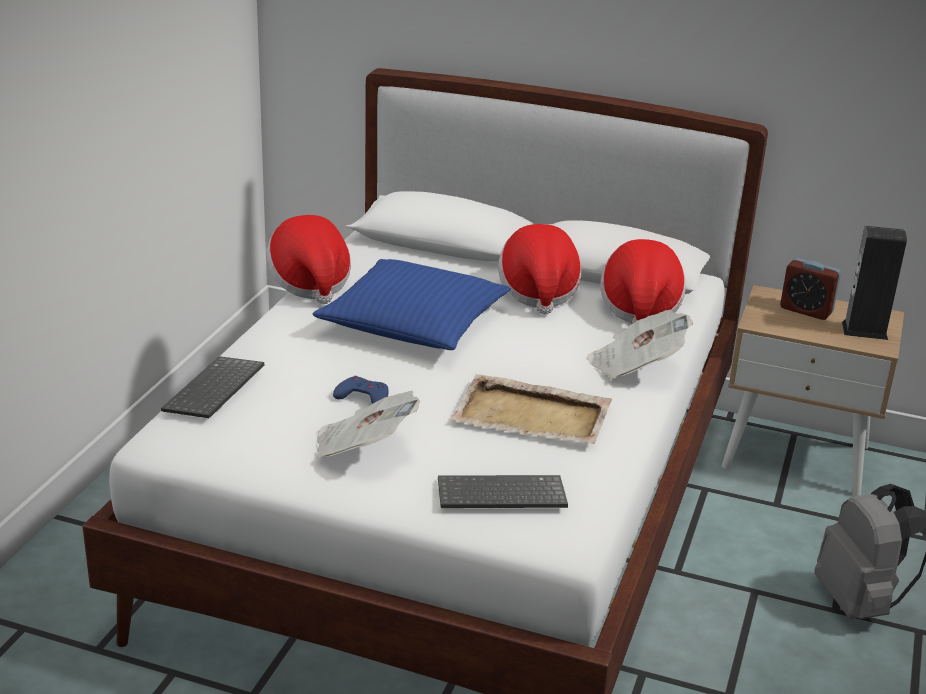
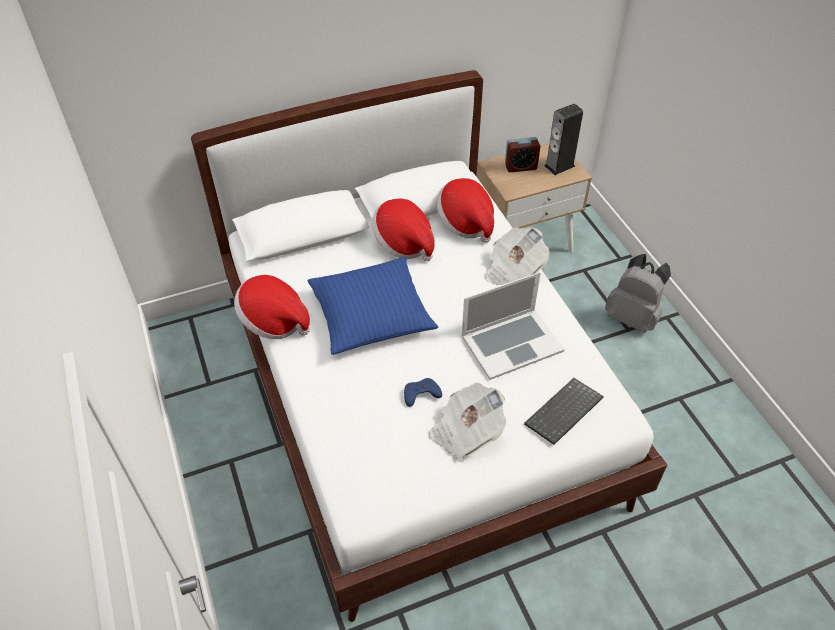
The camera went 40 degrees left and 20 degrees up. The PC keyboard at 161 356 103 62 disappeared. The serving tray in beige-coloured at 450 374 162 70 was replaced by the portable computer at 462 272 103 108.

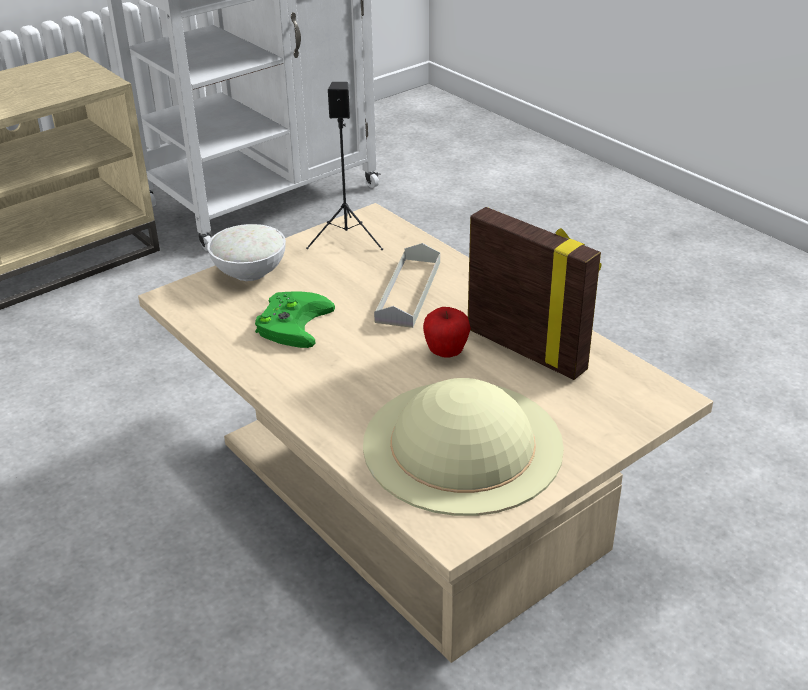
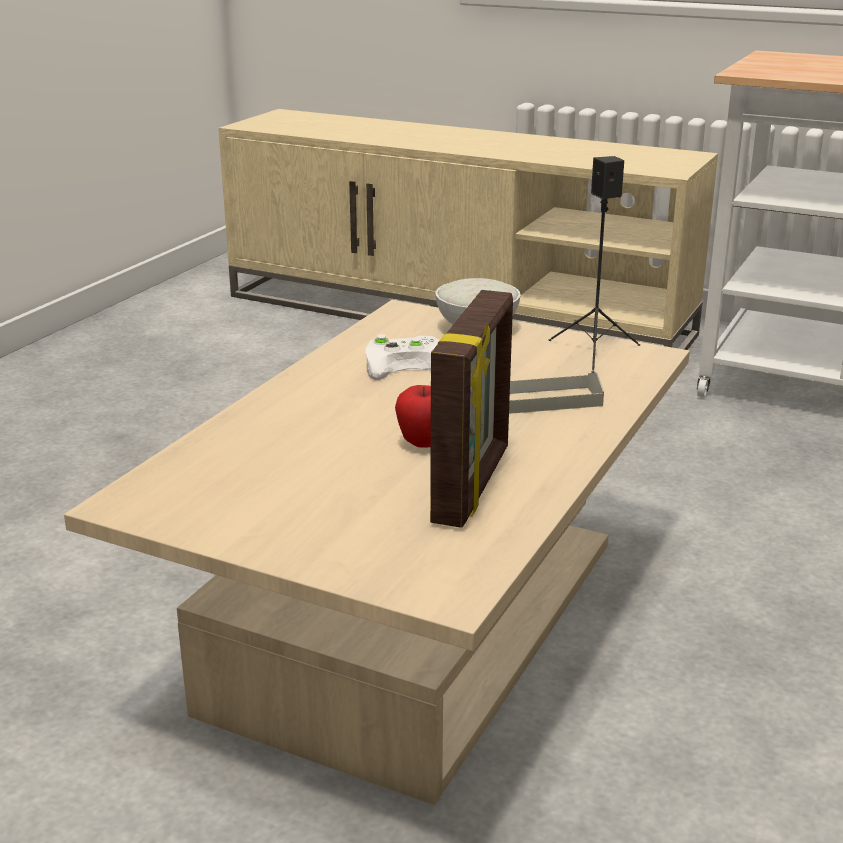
The camera went 65 degrees right and 10 degrees down. The joypad in greenish at 255 291 80 57 became the joypad in white at 365 334 75 46. The wearable hat in beige-coloured at 363 378 201 138 disappeared.

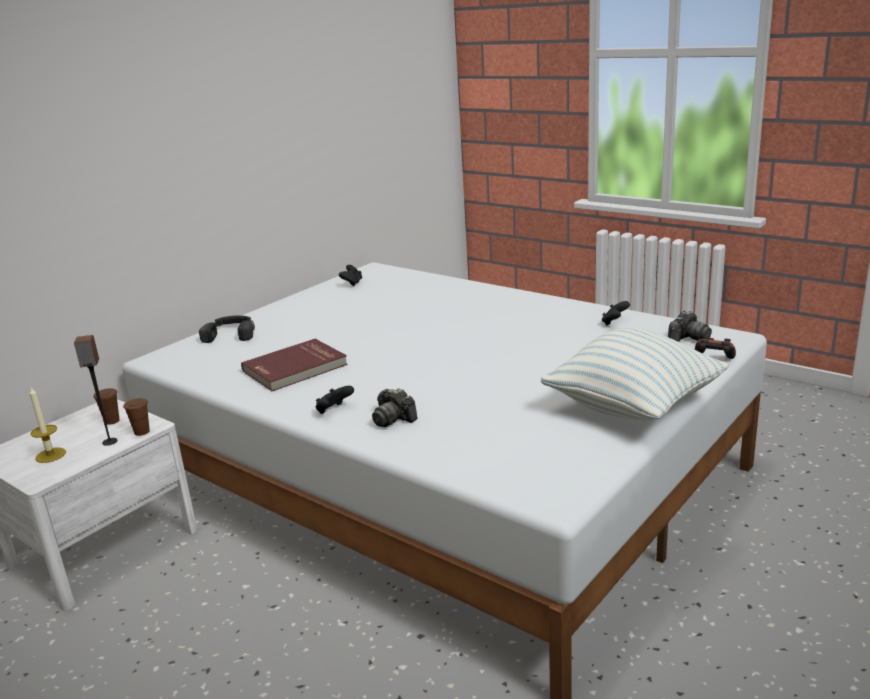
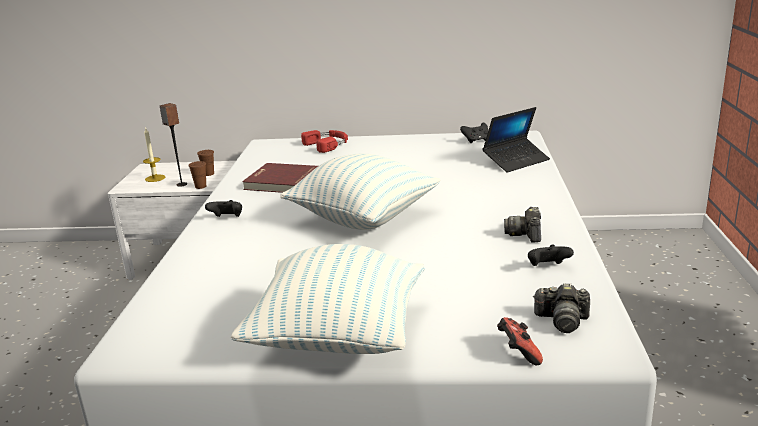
The camera went 55 degrees right and 0 degrees up. The headset in blackish at 199 315 56 28 became the headset in red at 301 130 47 23. The photo camera moved from 372 388 46 39 to 504 207 37 35. The throw pillow at 280 154 160 76 appeared. The portable computer at 483 107 67 65 appeared.

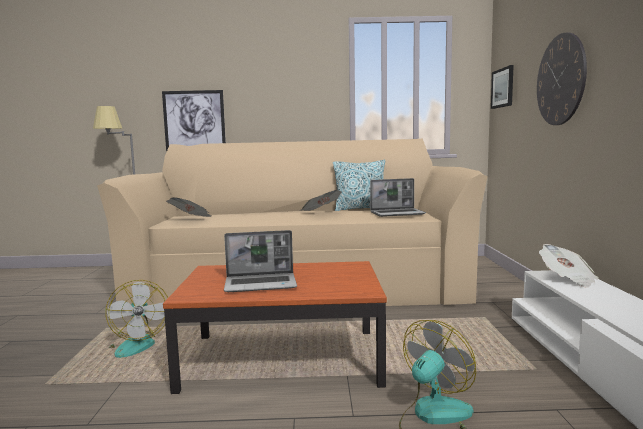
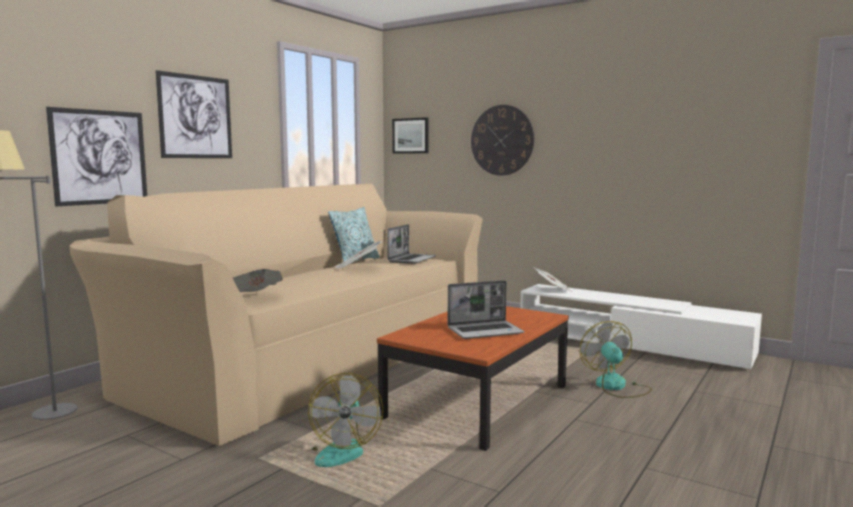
The camera went 55 degrees left and 0 degrees up. The fan at 105 280 63 78 turned 75 degrees clockwise. The portable computer at 224 230 73 62 turned 45 degrees clockwise. The wall picture at 156 70 76 88 appeared.

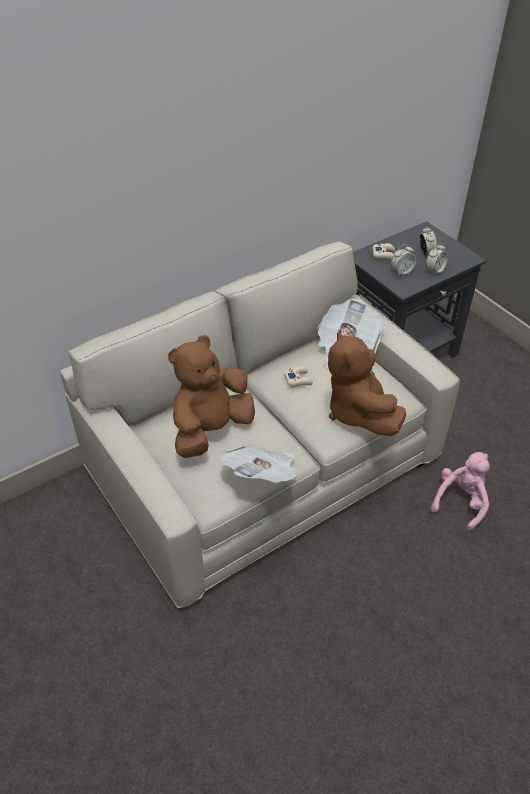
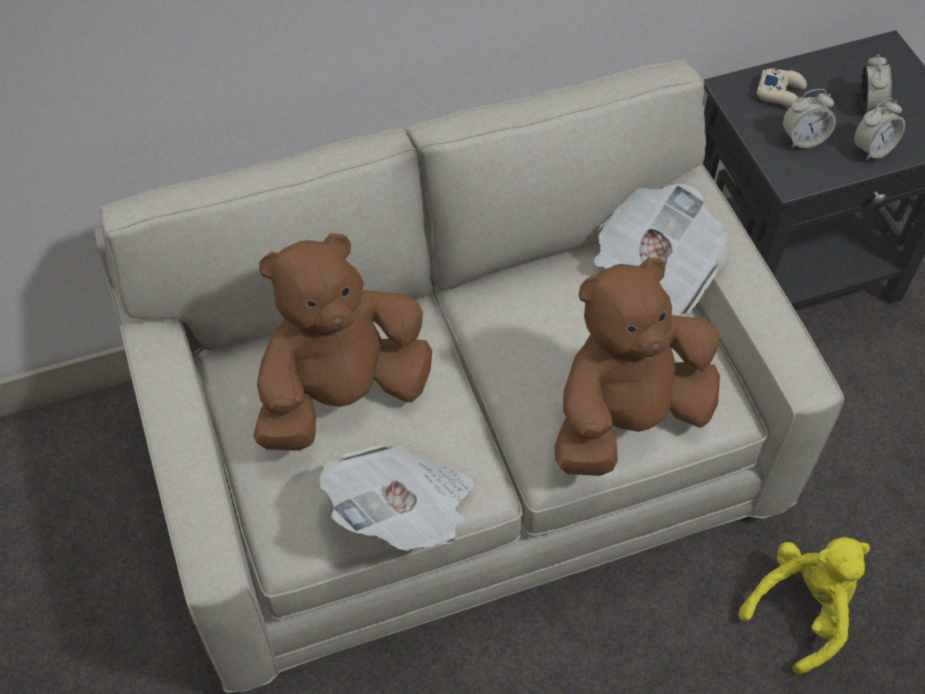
The camera went 15 degrees right and 10 degrees up. The joypad in beige-coloured at 284 366 29 21 disappeared. The soft toy in brownish at 328 330 78 106 turned 60 degrees clockwise. The soft toy in pink-coloured at 431 452 59 79 became the soft toy in yellowish at 738 537 132 137.

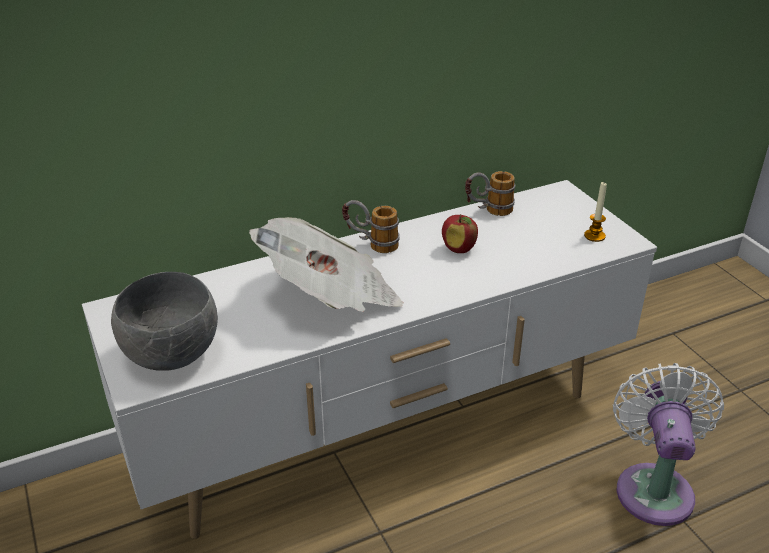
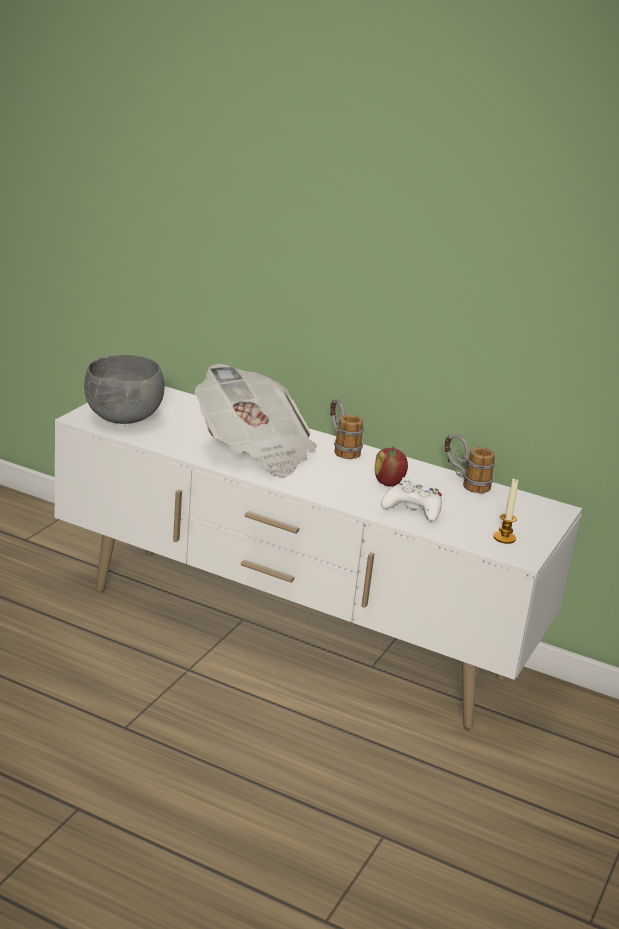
The camera went 50 degrees right and 10 degrees down. The fan in white at 613 363 111 163 disappeared. The joypad in white at 381 477 61 45 appeared.

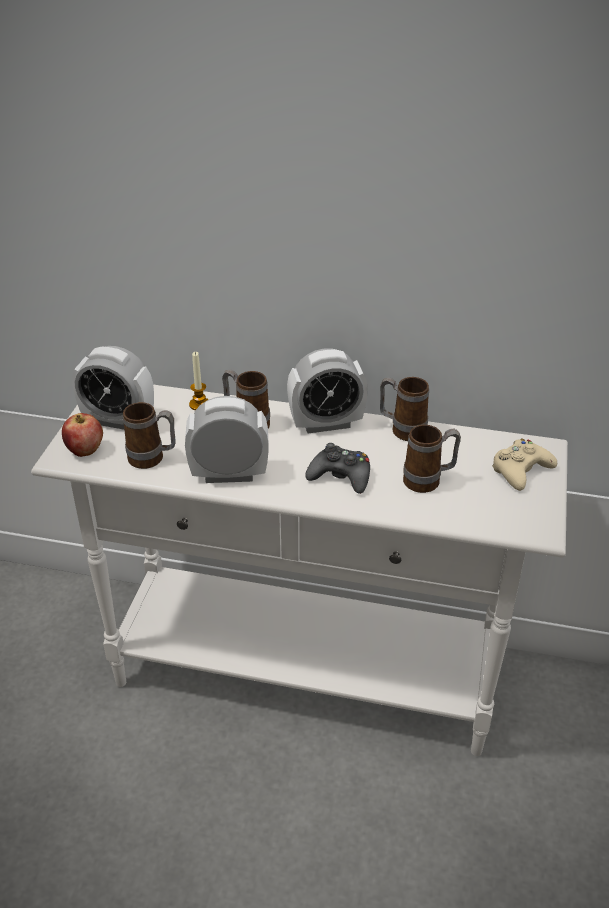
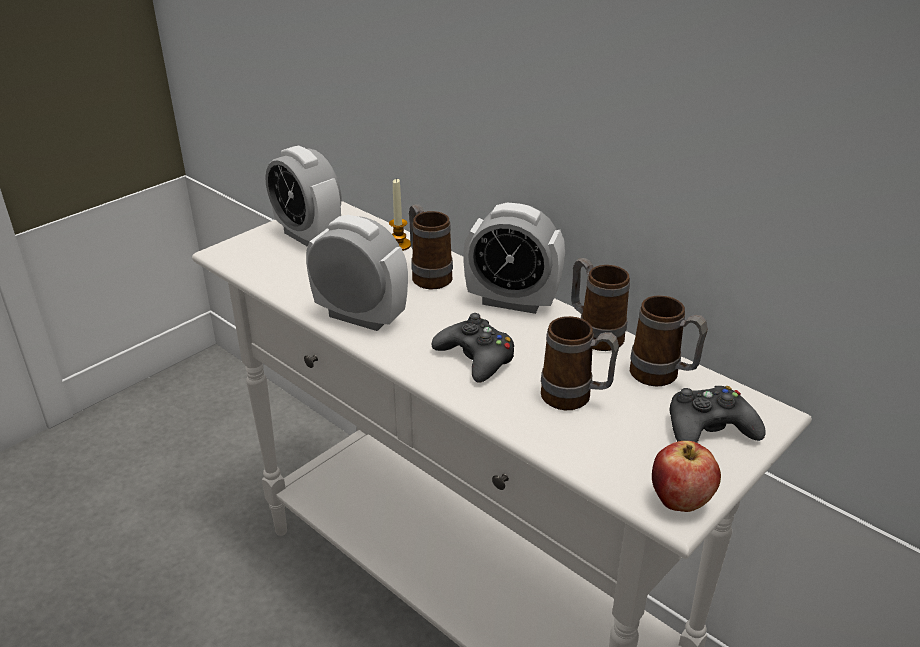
The camera went 30 degrees right and 5 degrees down. The apple moved from 62 413 41 44 to 652 441 69 71. The coffee mug moved from 123 402 53 67 to 630 295 78 92. The joypad in beige-coloured at 492 438 65 53 became the joypad in blackish at 670 386 96 57.

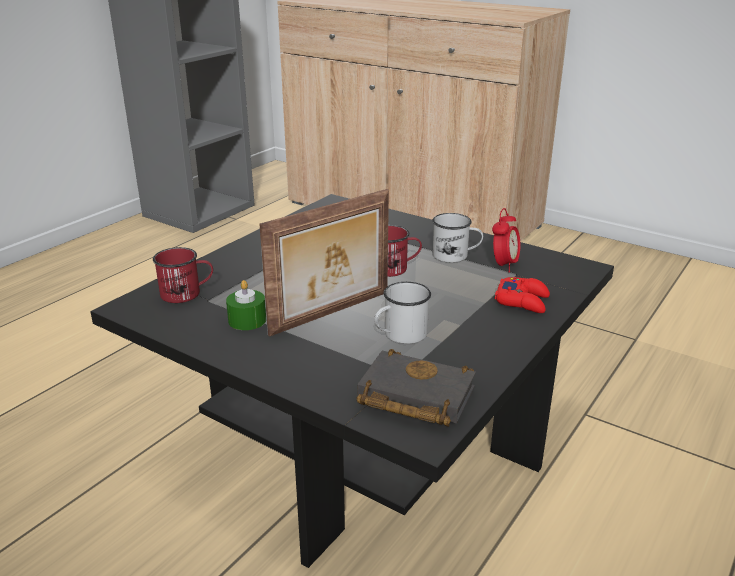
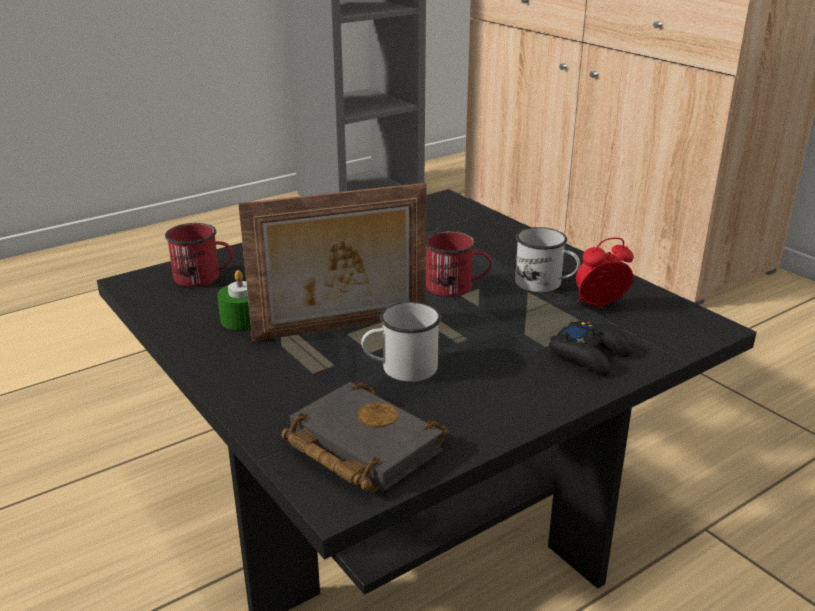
The camera went 20 degrees right and 0 degrees up. The alarm clock at 492 208 28 64 turned 150 degrees counterclockwise. The joypad in red at 495 277 55 36 became the joypad in blackish at 549 321 83 55.

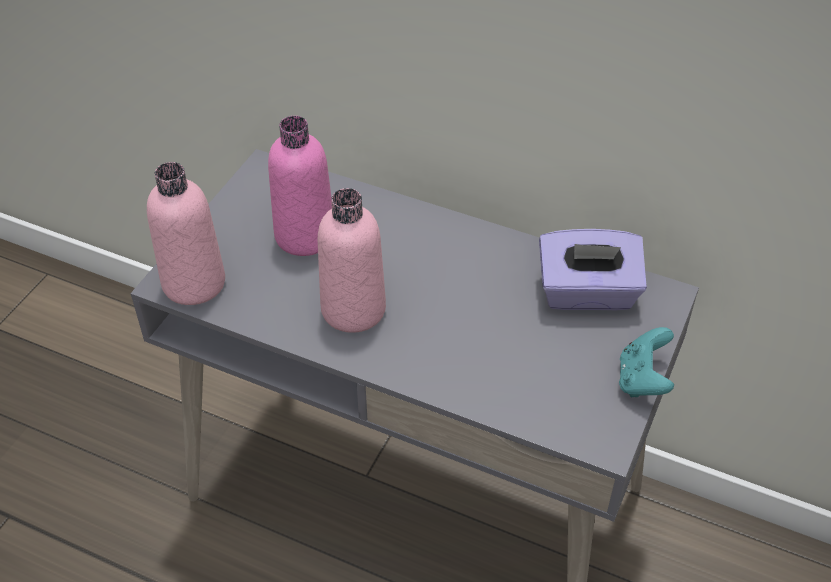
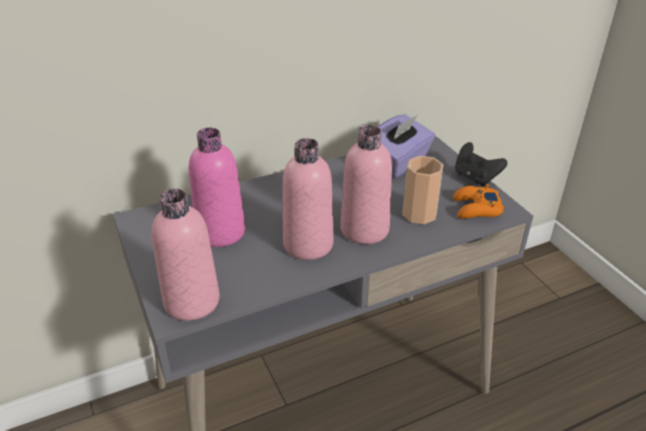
The camera went 50 degrees left and 10 degrees down. The joypad in turquoise-coloured at 619 327 55 70 became the joypad in blackish at 455 142 52 45. The beverage bottle in pink-coloured at 341 125 51 119 appeared. The small cup at 402 156 41 68 appeared. The joypad in orange at 453 184 51 35 appeared.

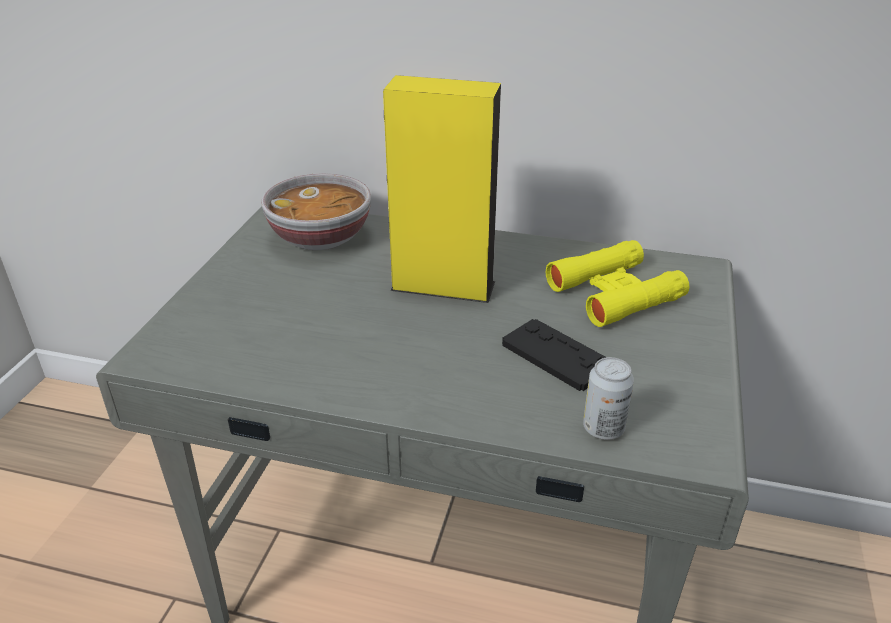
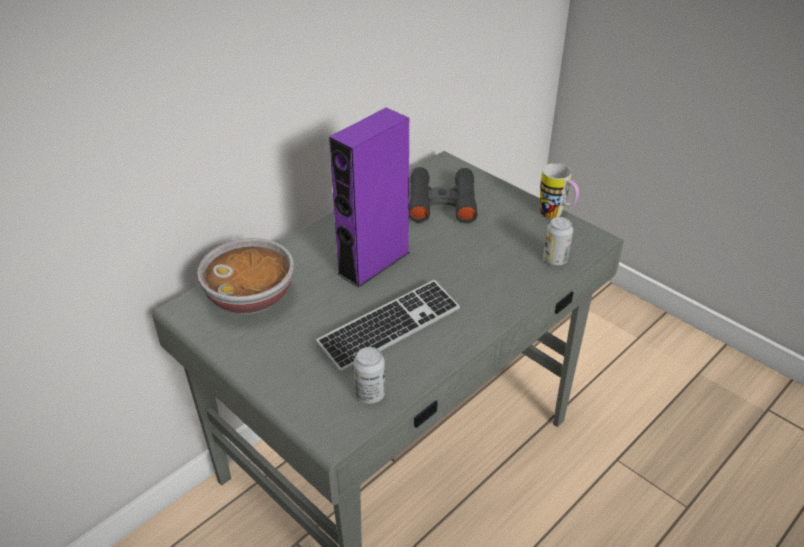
The camera went 60 degrees left and 5 degrees up. The loudspeaker in yellowish at 383 75 118 228 became the loudspeaker in purple at 329 108 81 180. The joypad in blackish at 502 319 105 72 disappeared. The pair of binoculars in yellowish at 546 240 143 87 became the pair of binoculars in blackish at 409 167 69 56. The PC keyboard at 316 280 144 92 appeared. The sealed can at 354 347 31 57 appeared. The coffee mug at 540 163 39 56 appeared.

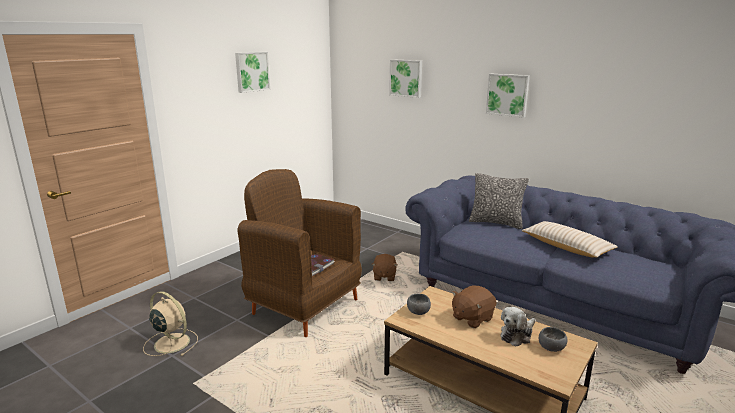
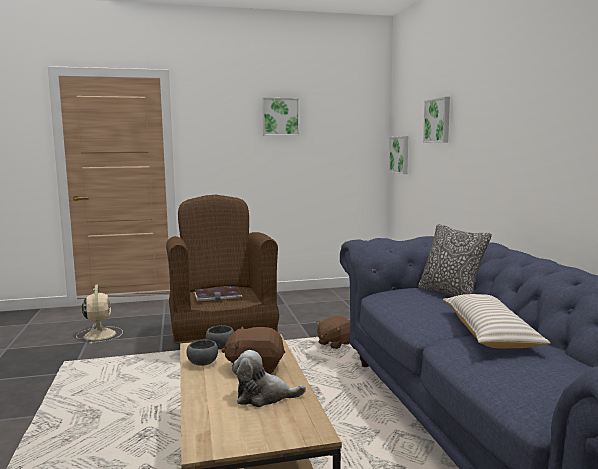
The camera went 40 degrees right and 10 degrees down. The wall picture moved from 486 74 44 44 to 388 136 20 38. The bowl in greyish moved from 539 327 28 25 to 186 340 32 26.

